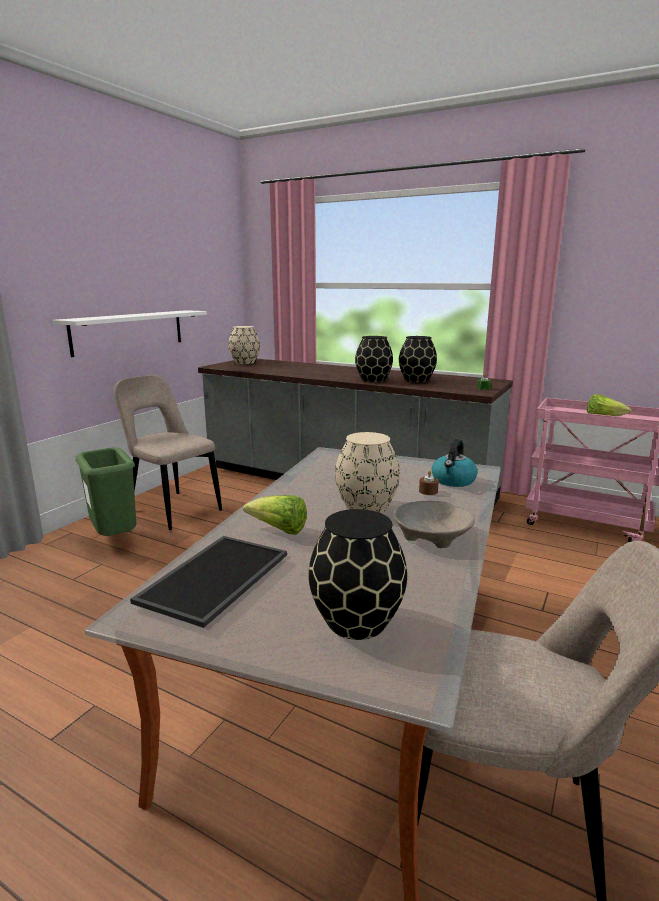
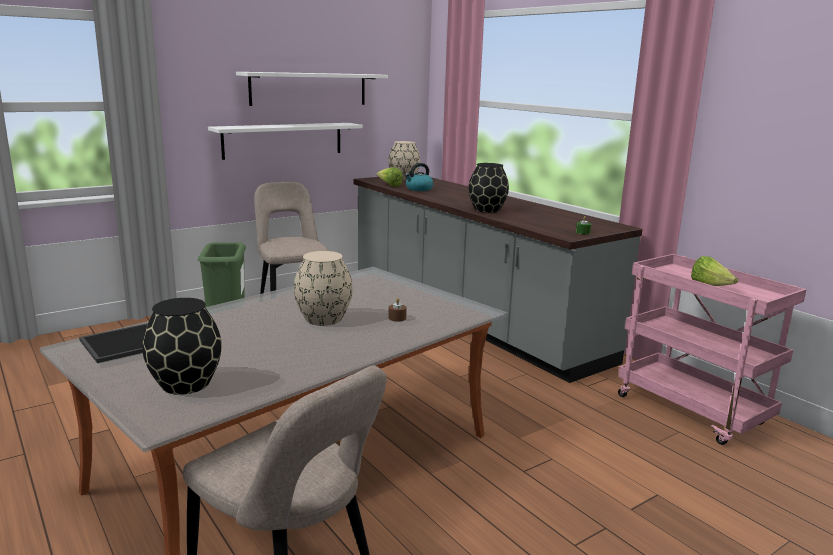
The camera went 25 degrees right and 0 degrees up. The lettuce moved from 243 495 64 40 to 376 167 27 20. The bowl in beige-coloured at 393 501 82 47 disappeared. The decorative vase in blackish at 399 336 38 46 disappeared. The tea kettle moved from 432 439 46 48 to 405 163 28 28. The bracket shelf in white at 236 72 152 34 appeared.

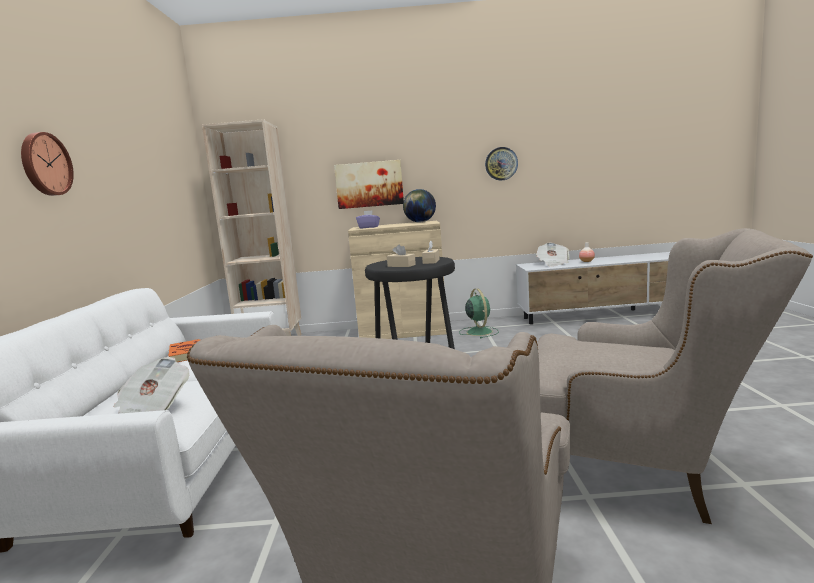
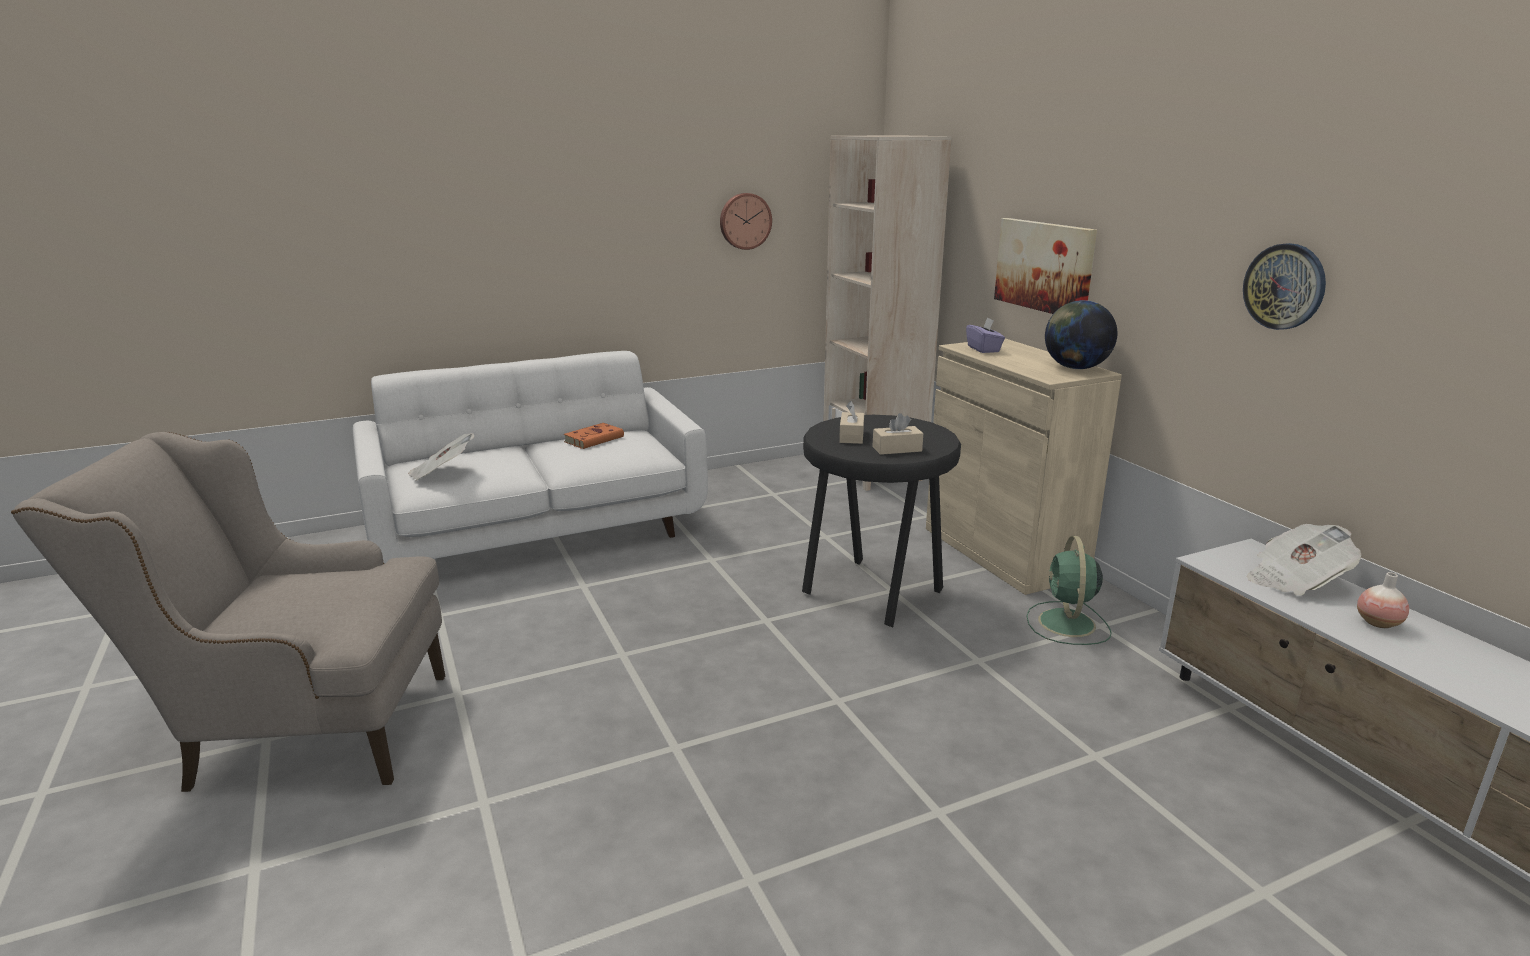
The camera went 65 degrees right and 10 degrees up. The wall clock moved from 21 132 53 64 to 720 193 52 57. The fan in greenish at 459 288 40 50 turned 135 degrees clockwise. The armchair in beige-coloured at 537 228 276 296 disappeared.

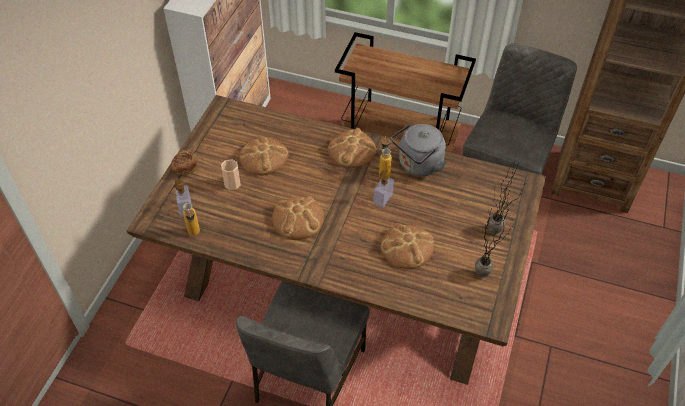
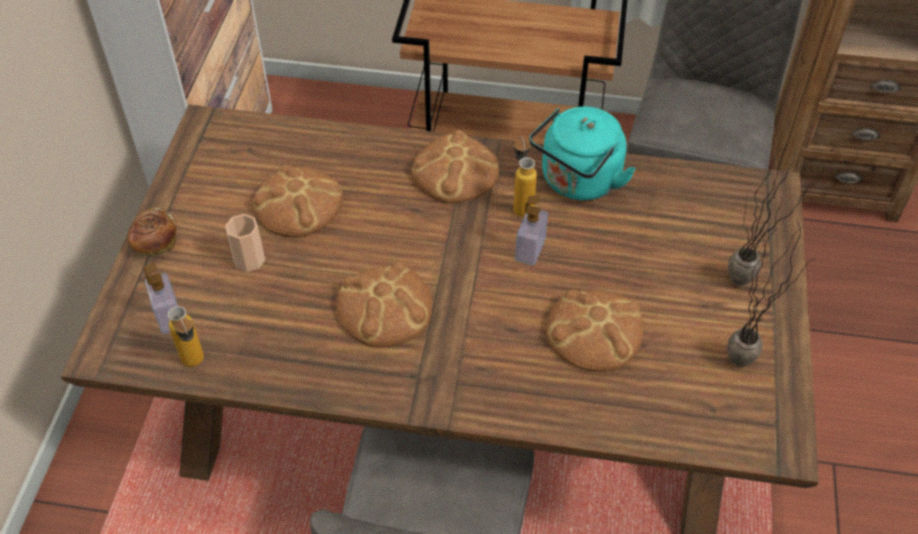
The camera went 10 degrees left and 0 degrees up. The tea kettle in greyish at 391 123 56 53 became the tea kettle in turquoise-coloured at 529 107 107 94.

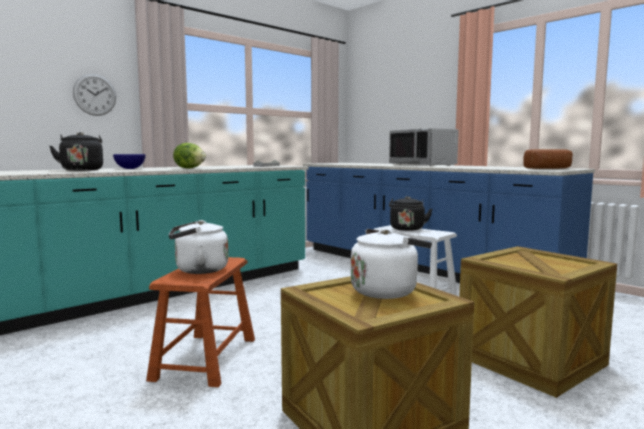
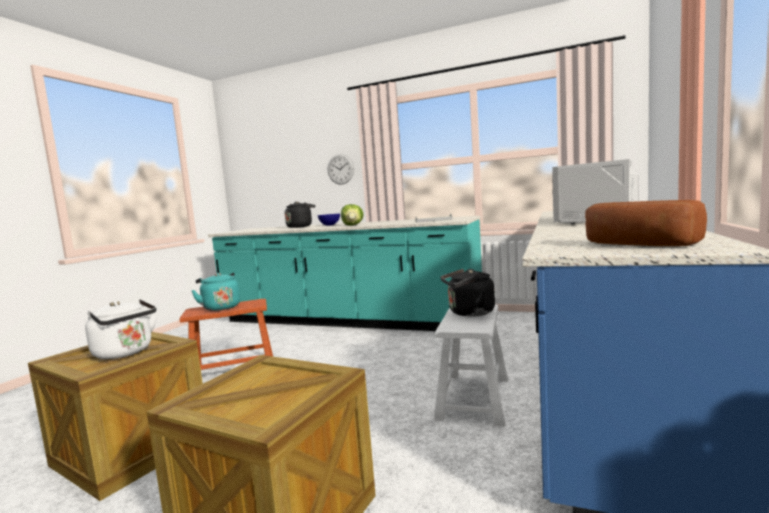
The camera went 65 degrees right and 0 degrees up. The tea kettle in white at 168 220 60 54 became the tea kettle in turquoise-coloured at 191 272 49 39.

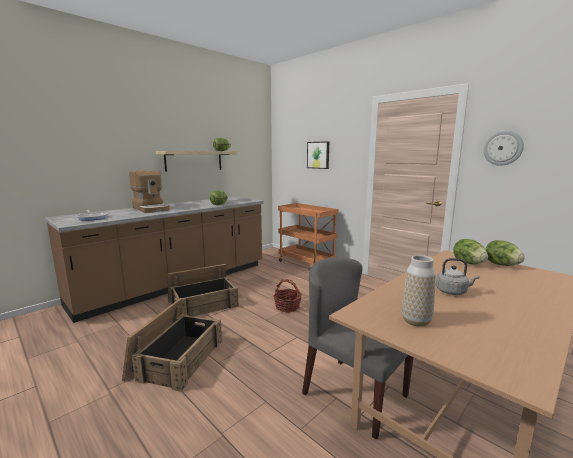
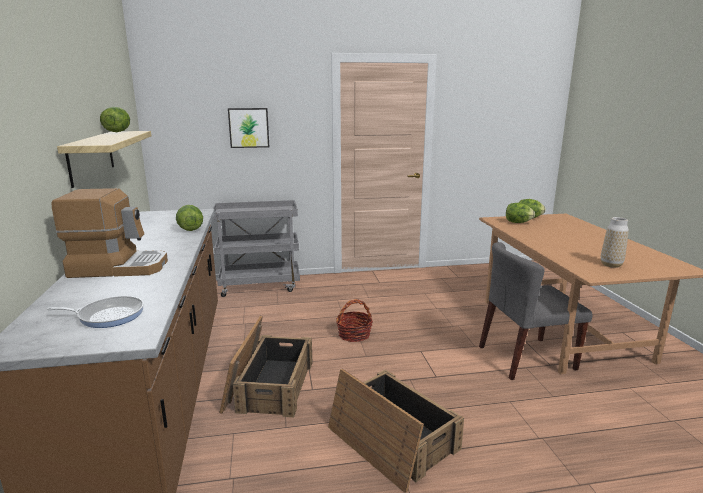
The camera went 55 degrees left and 5 degrees up. The cart in orange at 278 203 60 63 became the cart in greyish at 212 200 88 97. The tea kettle in greyish at 436 258 43 37 disappeared. The wall clock at 483 130 41 36 disappeared.

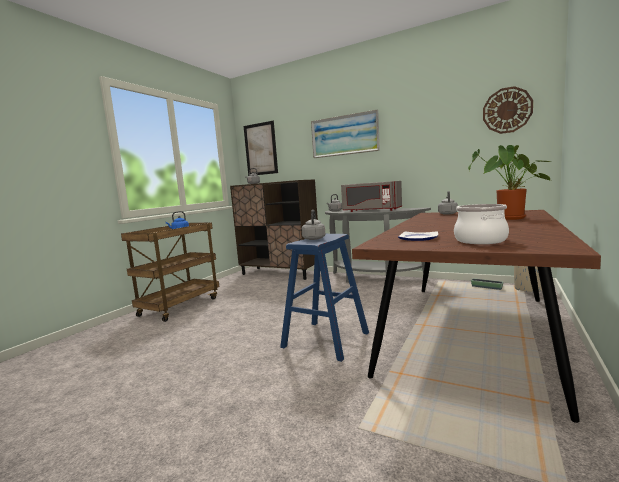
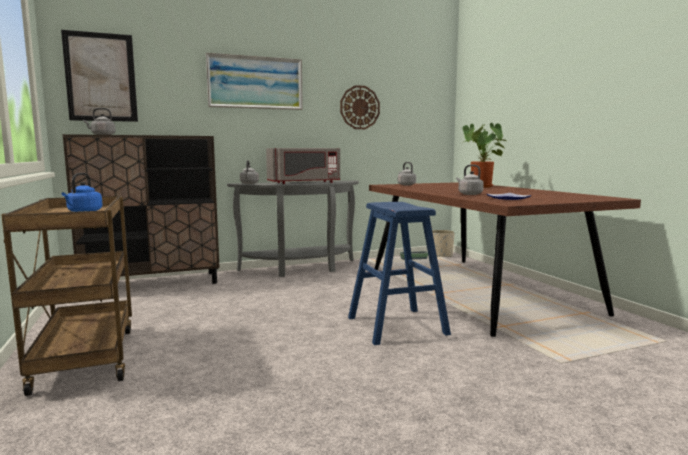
The camera went 50 degrees left and 0 degrees up. The tea kettle in greyish moved from 302 210 23 30 to 456 164 28 31. The cooking pot at 454 204 55 40 disappeared. The wall clock moved from 483 86 50 48 to 340 85 40 44.

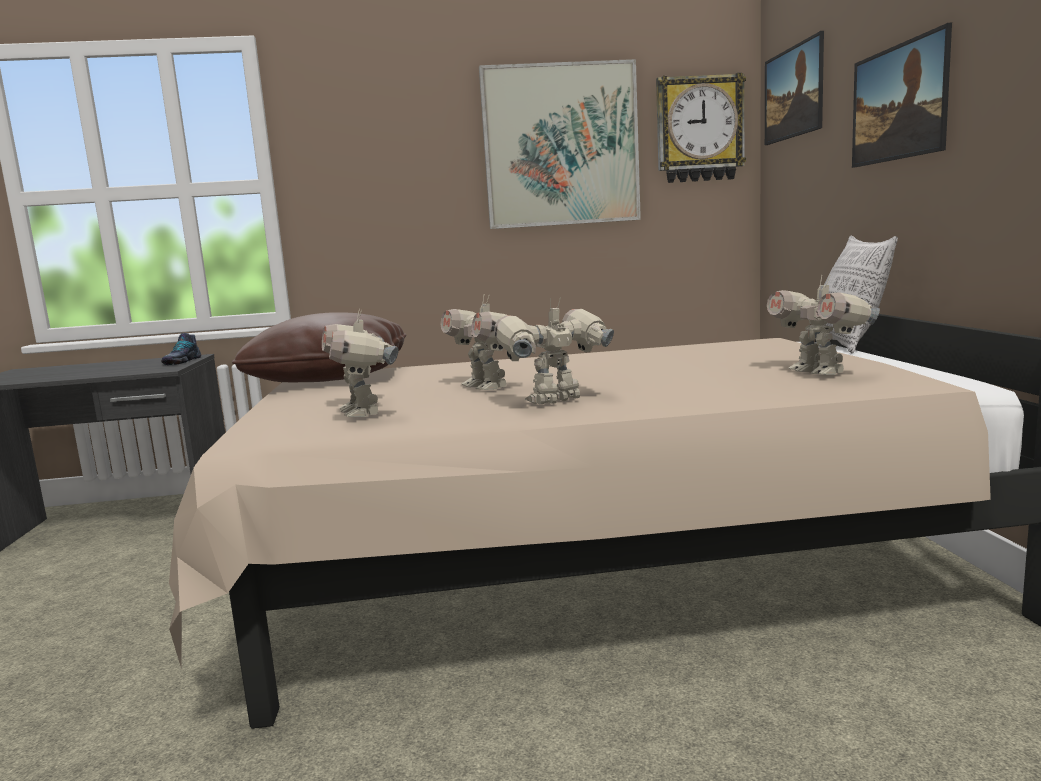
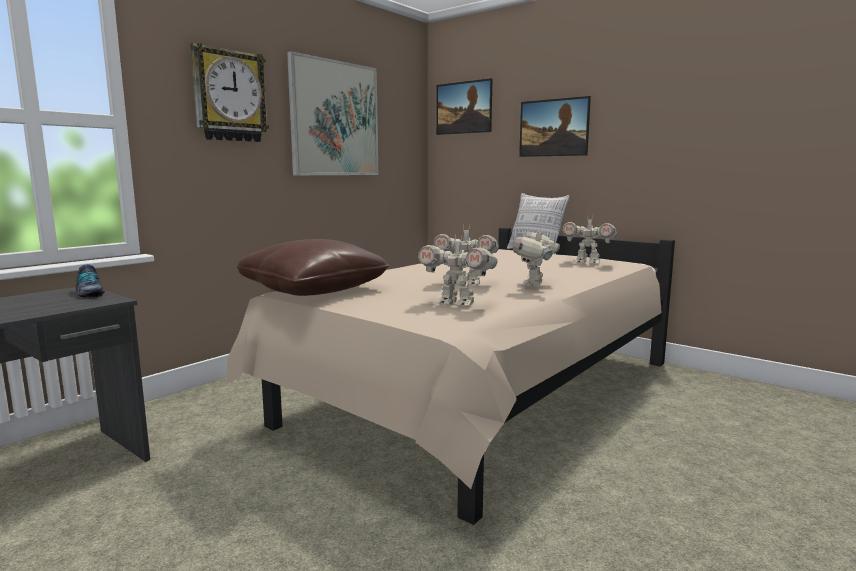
The camera went 45 degrees left and 0 degrees up. The wall clock moved from 656 73 90 110 to 190 43 79 99.

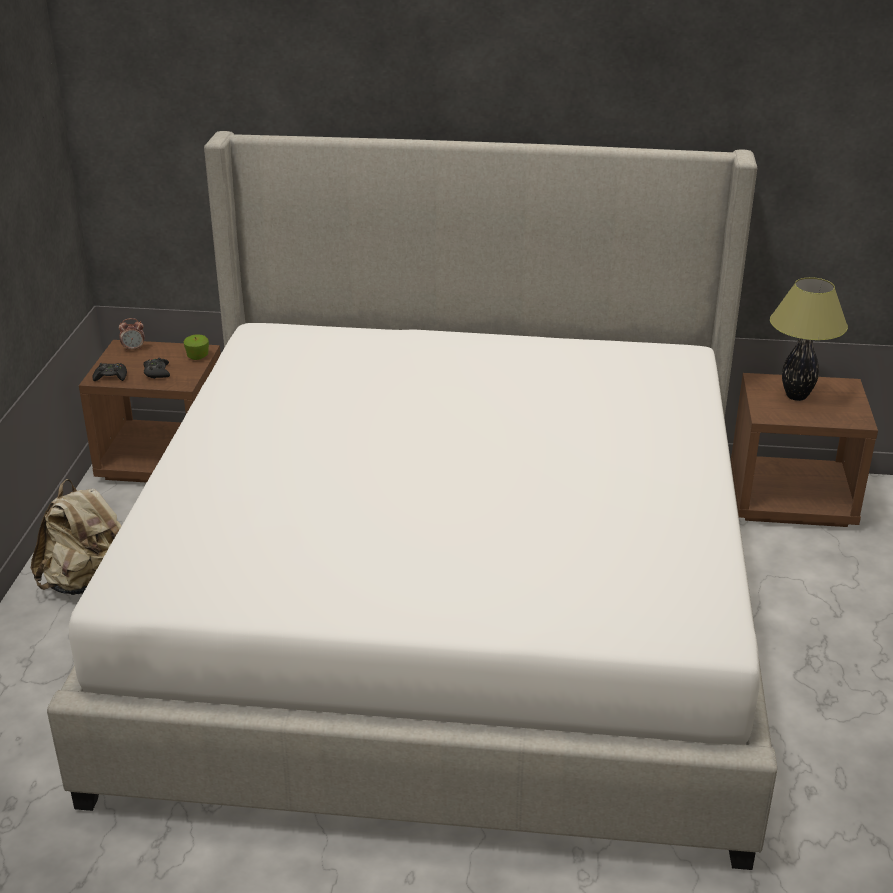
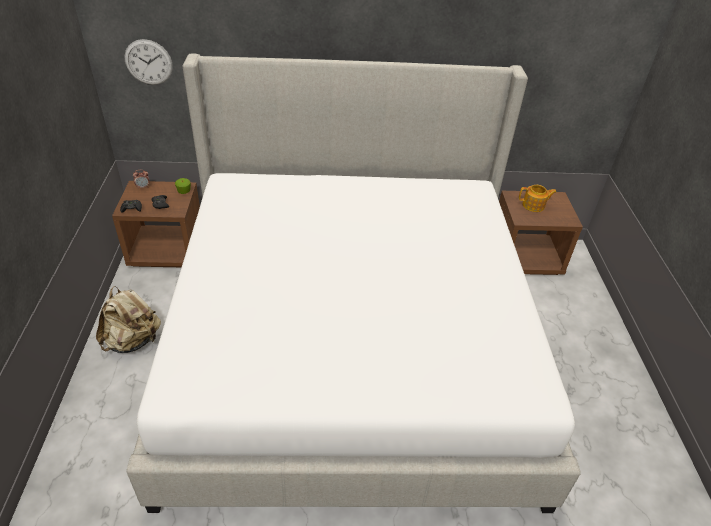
The camera went 10 degrees left and 10 degrees up. The table lamp at 770 277 78 124 was replaced by the pot for tea at 519 185 38 27. The wall clock at 124 39 49 46 appeared.

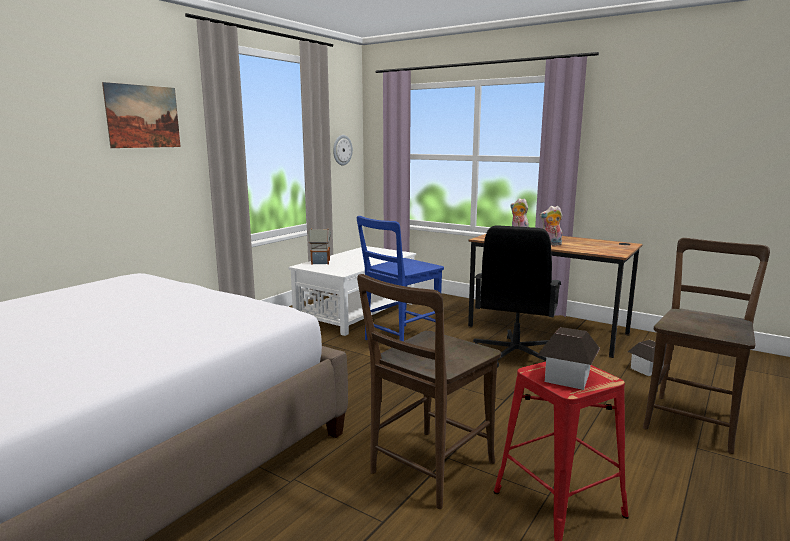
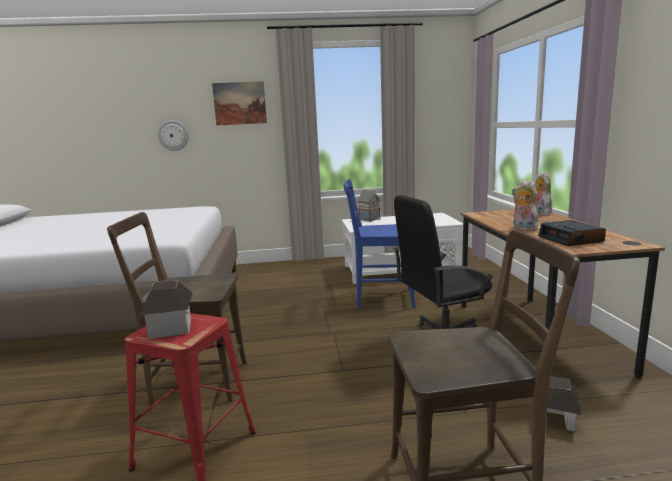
The camera went 50 degrees right and 0 degrees up. The wall clock moved from 333 135 20 30 to 158 120 31 31. The alarm clock at 538 220 68 26 appeared.

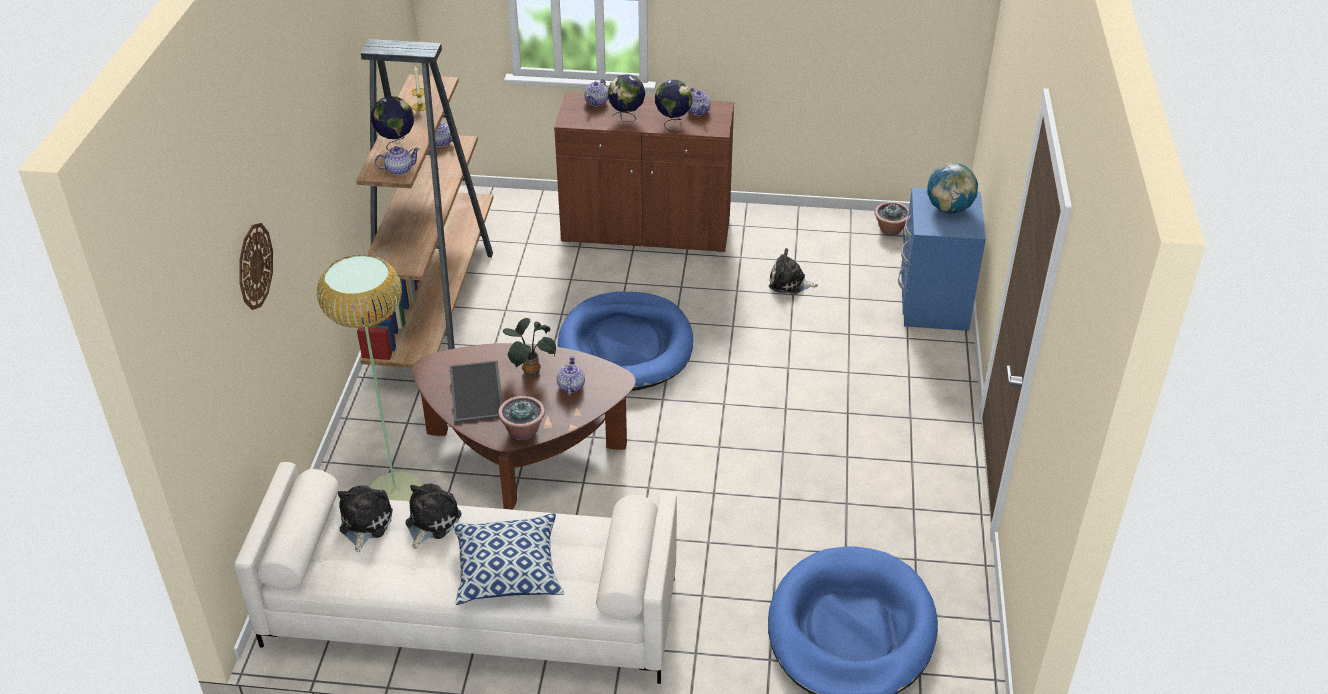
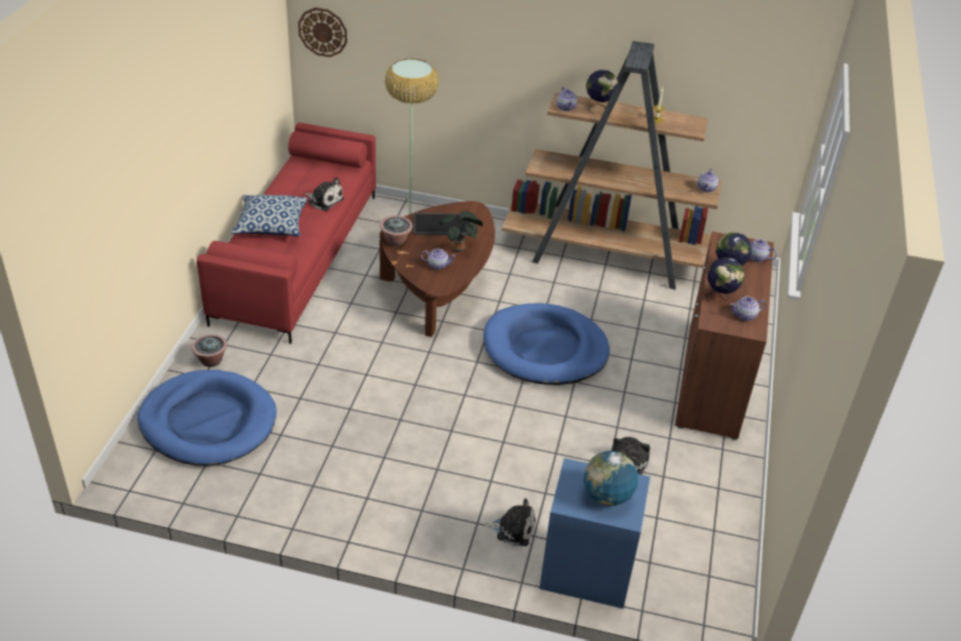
The camera went 95 degrees right and 0 degrees up. The settee in white at 234 462 443 222 became the settee in red at 197 123 179 221. The wall clock moved from 239 223 34 87 to 298 8 49 49. The soft toy moved from 338 485 55 67 to 484 498 52 48. The plant in a pot moved from 874 202 35 34 to 192 334 35 33.

